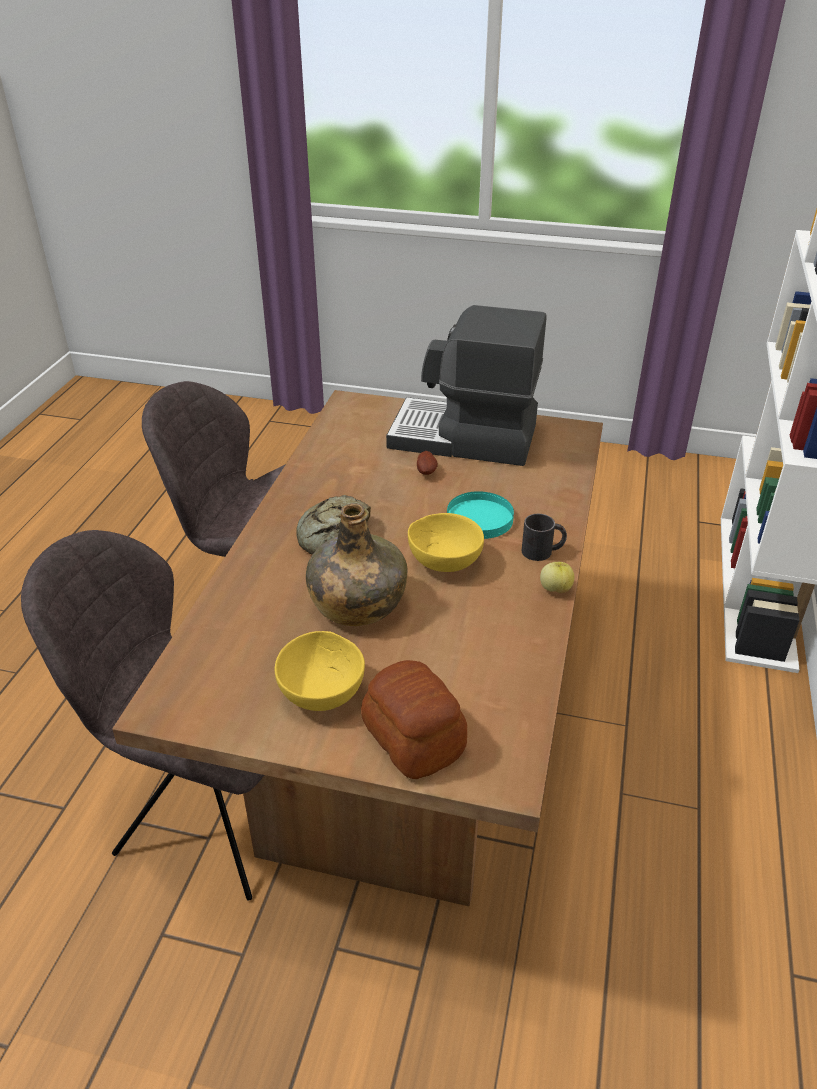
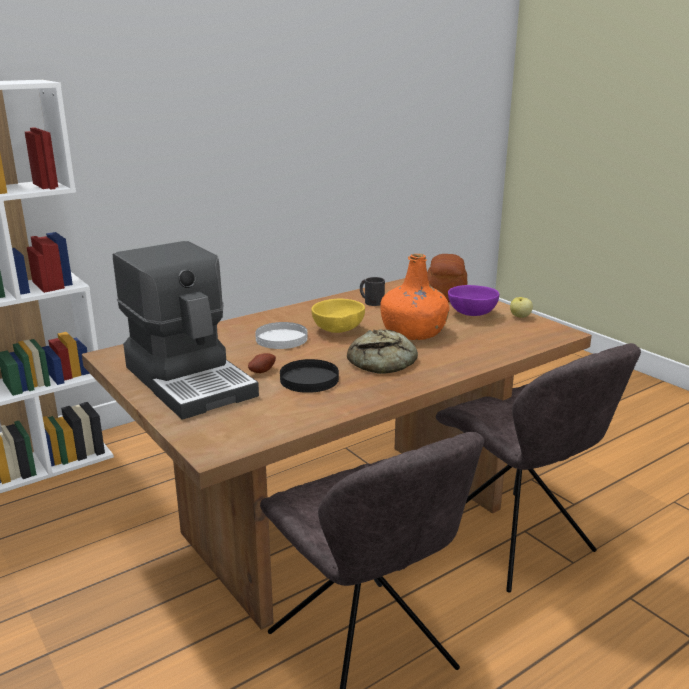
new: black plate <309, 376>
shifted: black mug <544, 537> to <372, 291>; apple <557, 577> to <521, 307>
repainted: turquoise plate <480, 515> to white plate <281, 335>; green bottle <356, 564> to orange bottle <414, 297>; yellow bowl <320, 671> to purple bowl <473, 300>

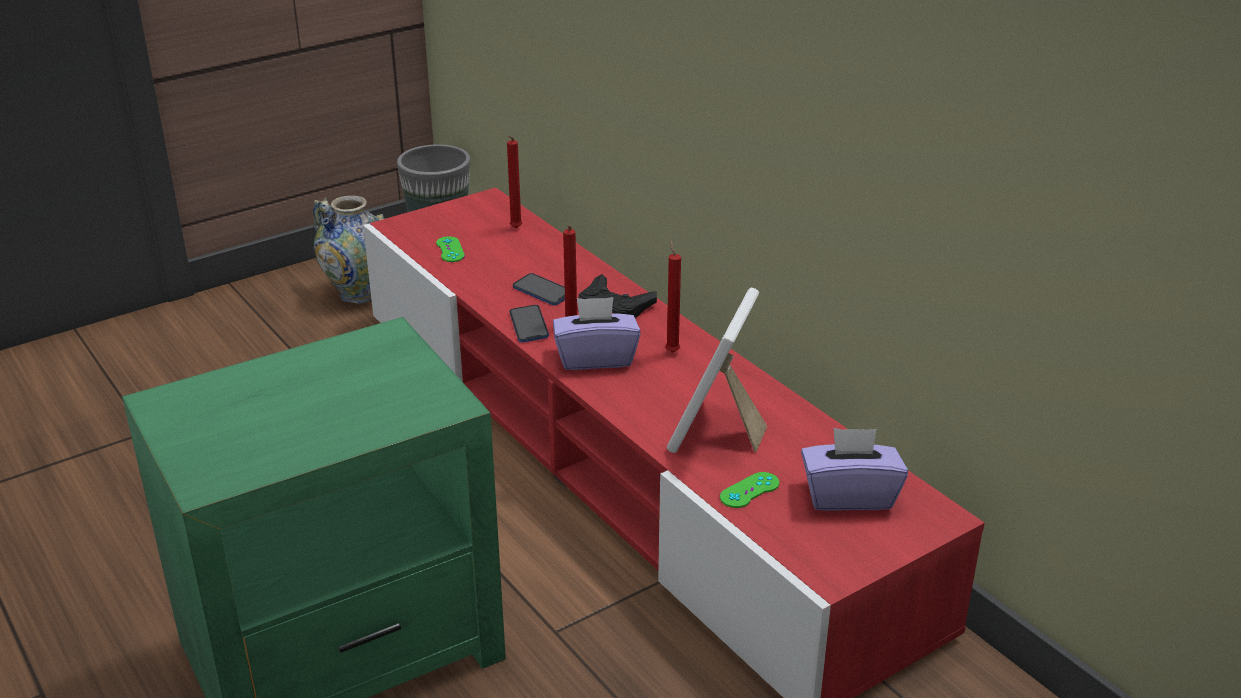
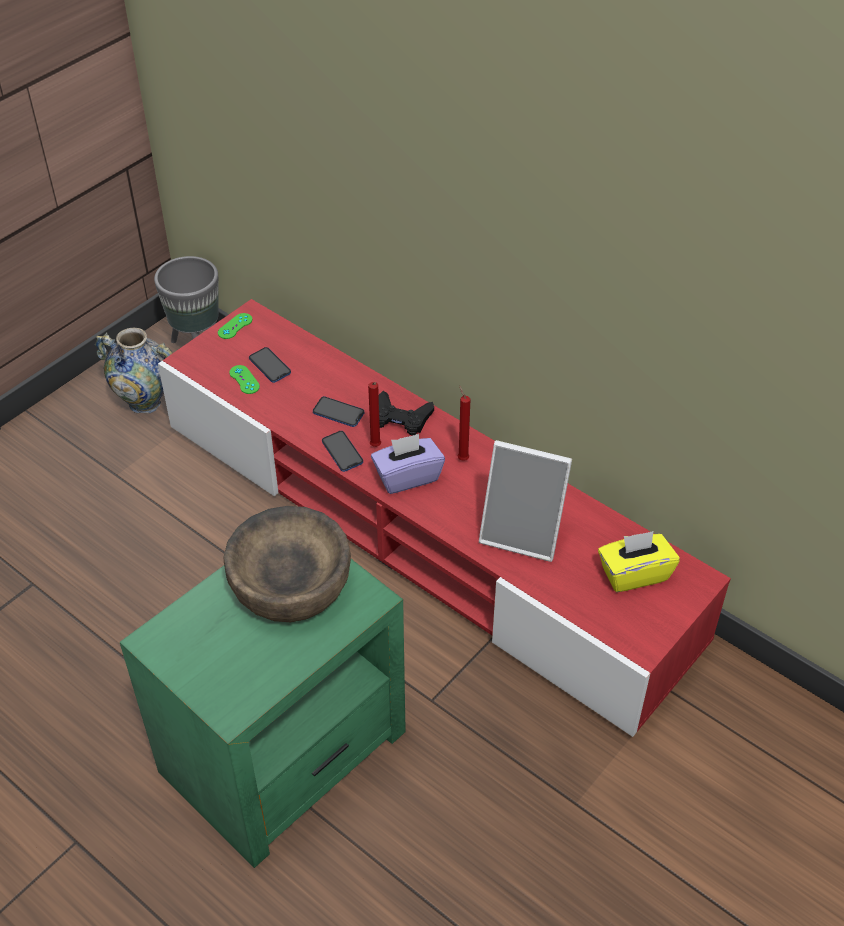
gone: red candle <514, 182>
new: phone <270, 365>; brown bowl <287, 564>
shifted: green game controller <749, 490> to <235, 326>
repainted: purple tissue box <854, 469> to yellow tissue box <639, 561>
rotated: picture frame <717, 370> = <525, 501> 75 degrees counterclockwise

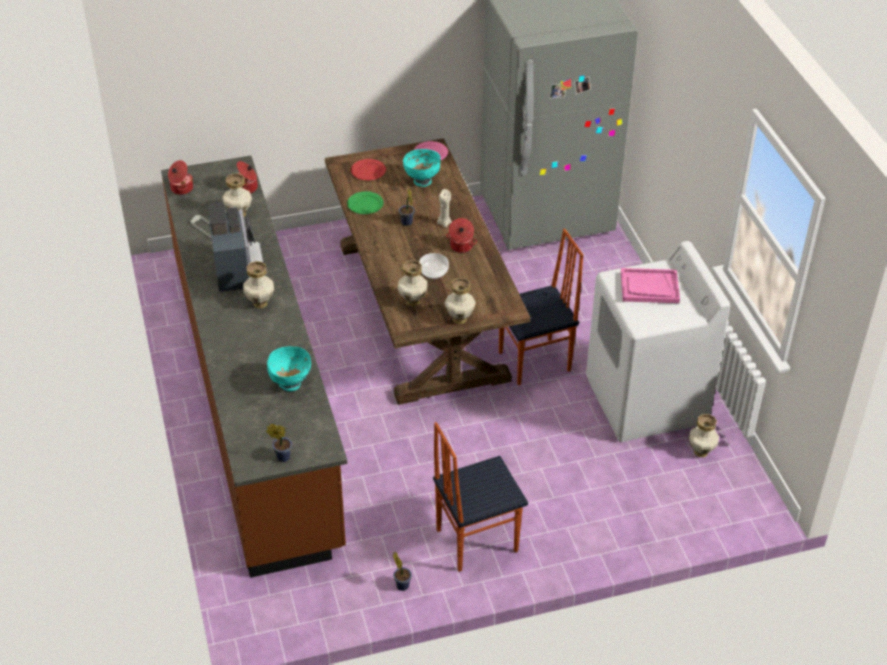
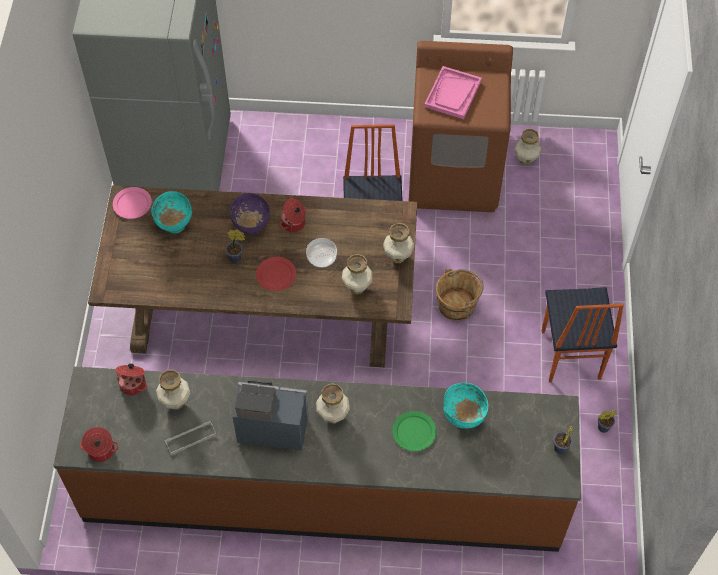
new: brown bucket <459, 295>
shifted: red plate <368, 169> to <276, 274>; green plate <365, 202> to <414, 431>
swapped: beige candle <444, 208> to purple bowl <250, 214>
repainted: white washing machine <658, 341> to brown washing machine <461, 126>

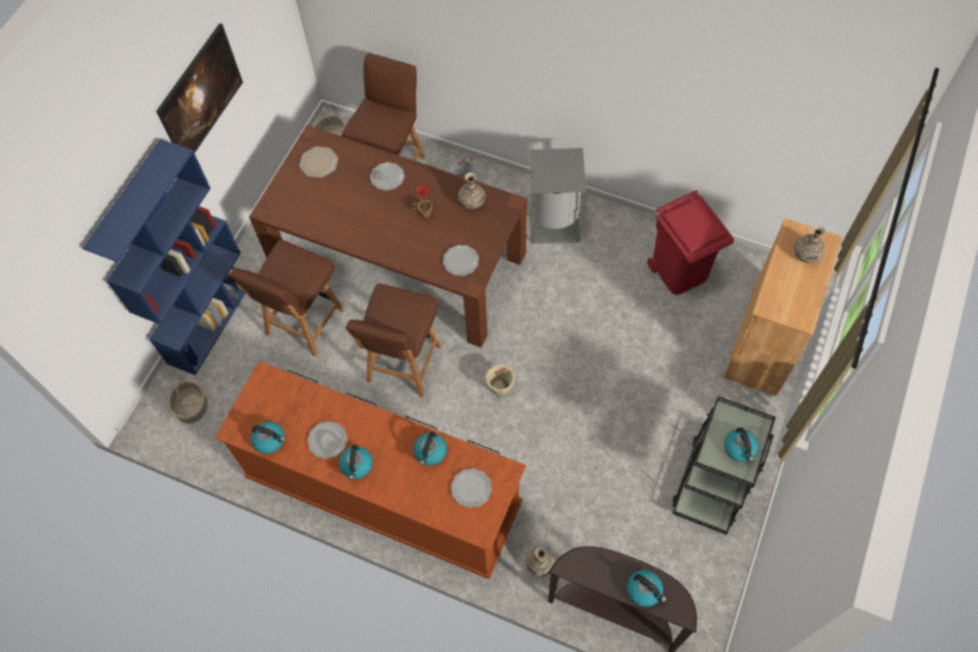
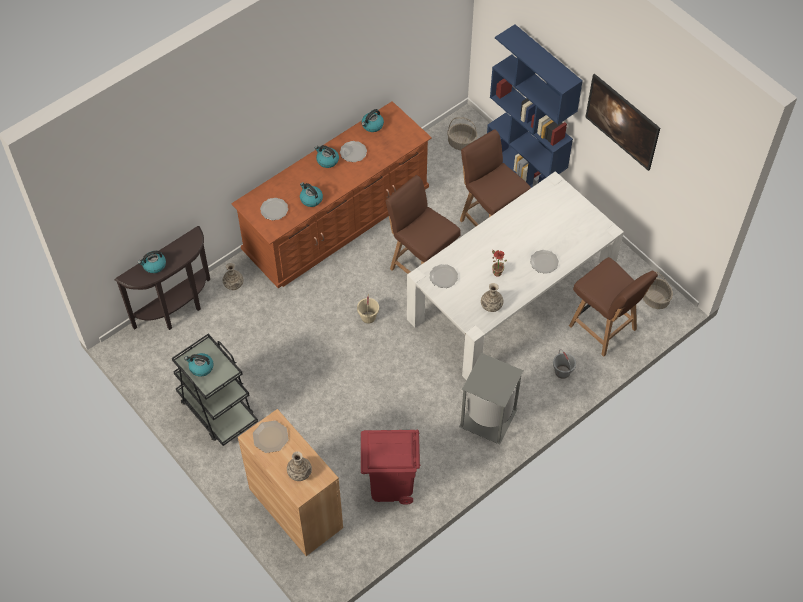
shifted: plate <318, 162> to <270, 437>
repainted: brown dining table <388, 236> to white dining table <515, 275>

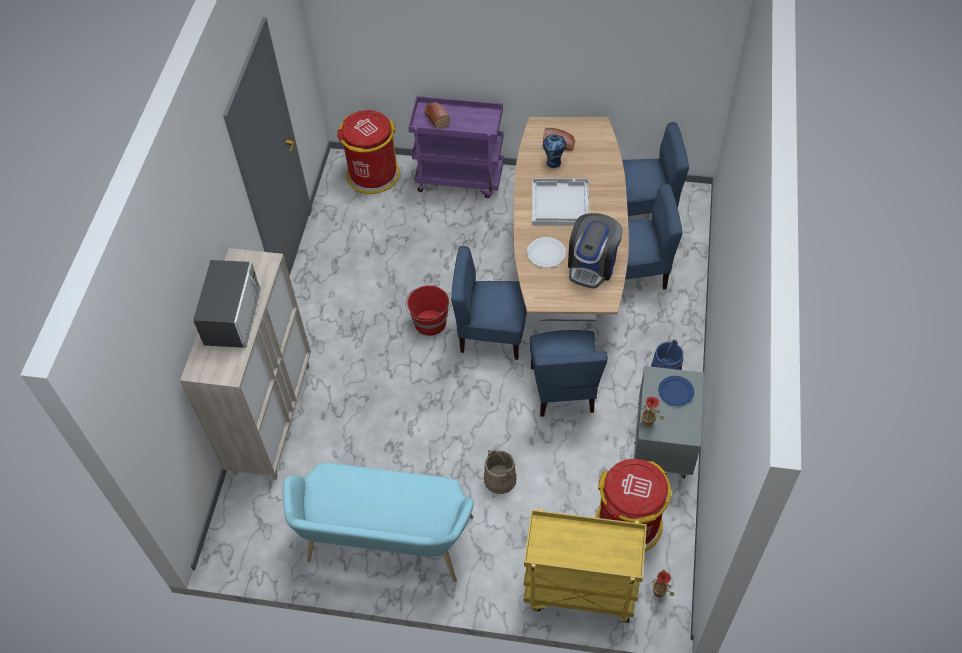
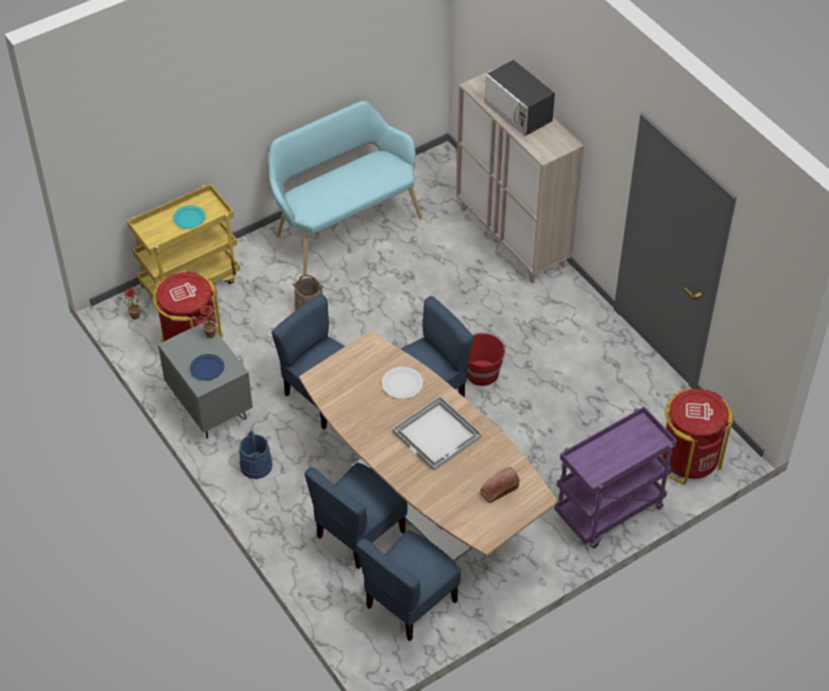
gone: bread <437, 115>; vase <554, 151>; coffee machine <595, 251>
new: turquoise plate <189, 217>

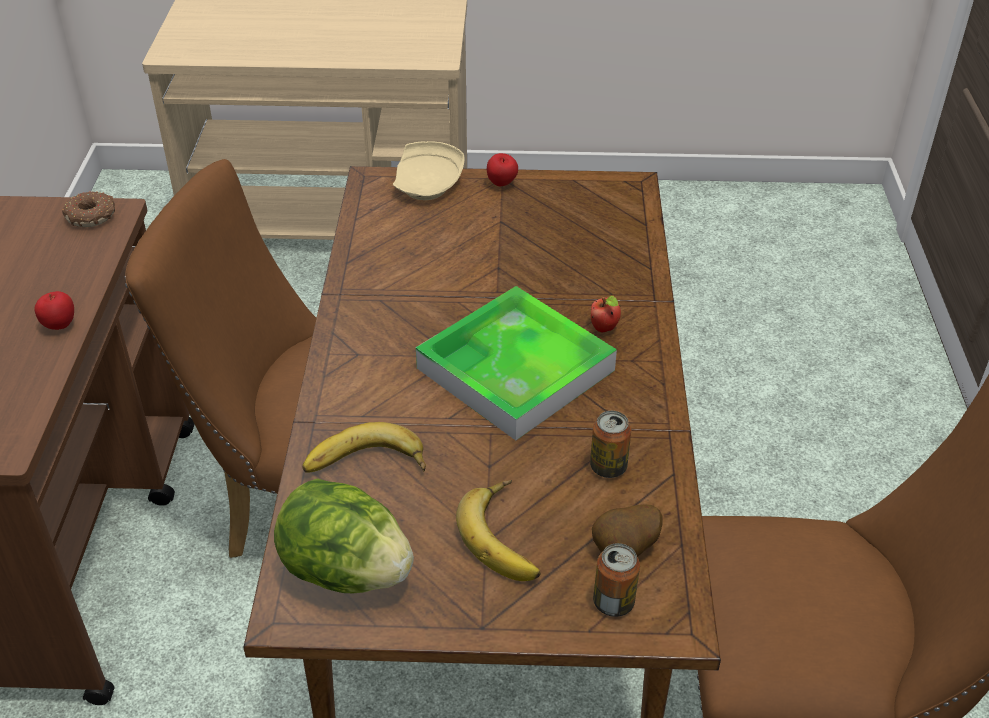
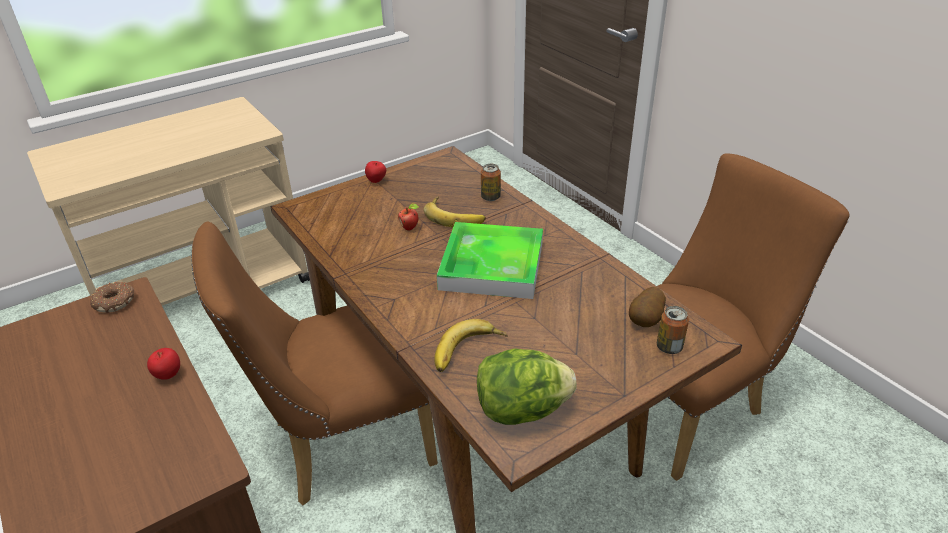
gone: beige plate <428, 170>
shifted: apple <606, 313> to <408, 217>; can <610, 444> to <491, 182>; banana <498, 530> to <455, 212>

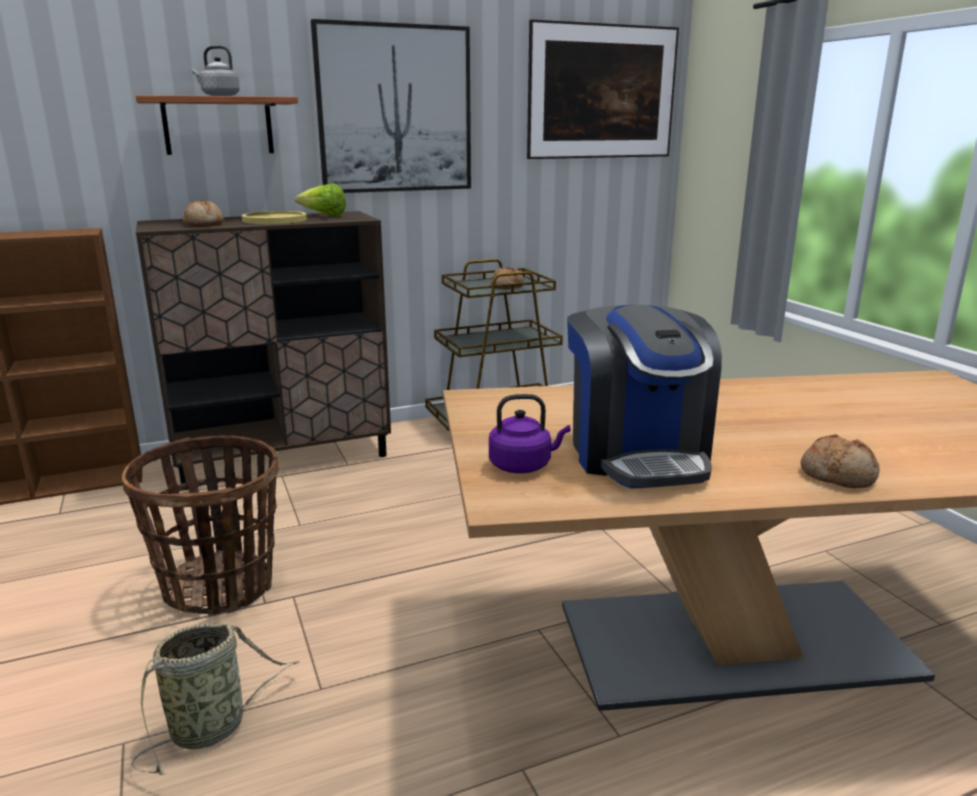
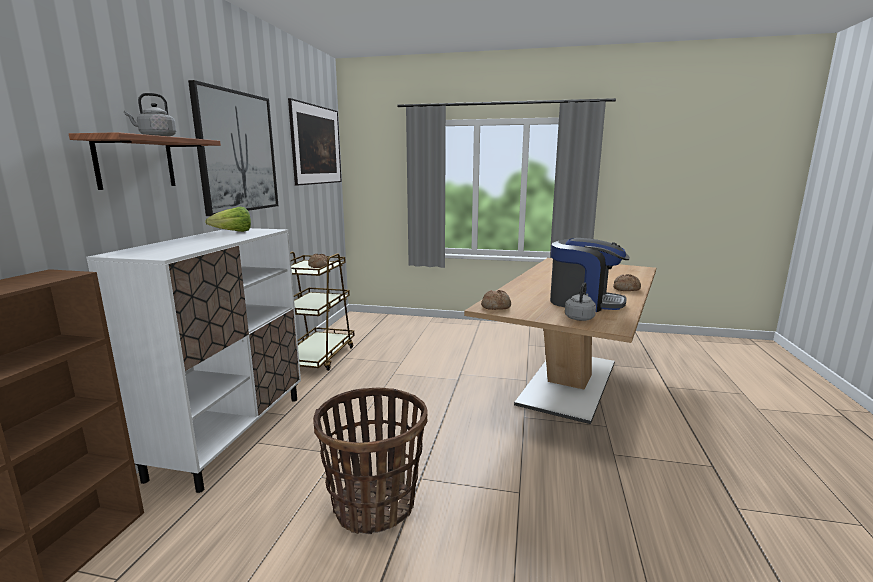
gone: yellow plate <274, 217>; basket <215, 699>
shifted: bread <203, 213> to <496, 300>
repainted: brown cabinet <263, 350> to white cabinet <193, 360>; purple kettle <530, 433> to grey kettle <580, 301>

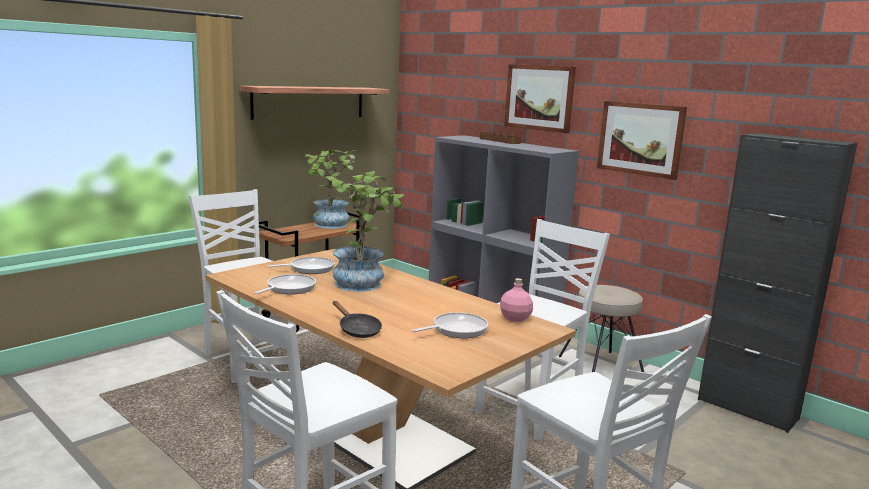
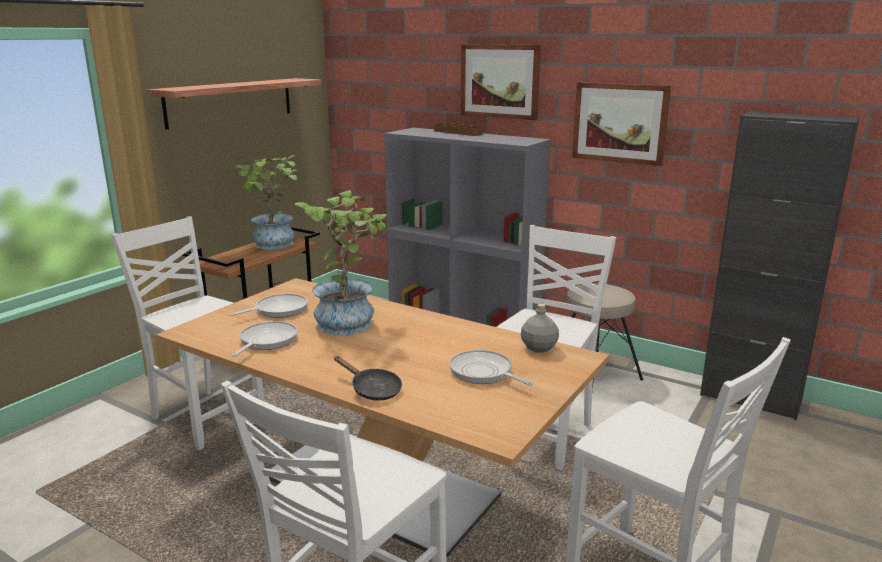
repainted: pink bottle <516, 300> to grey bottle <540, 328>
rotated: frying pan <450, 325> = <491, 368> 90 degrees counterclockwise

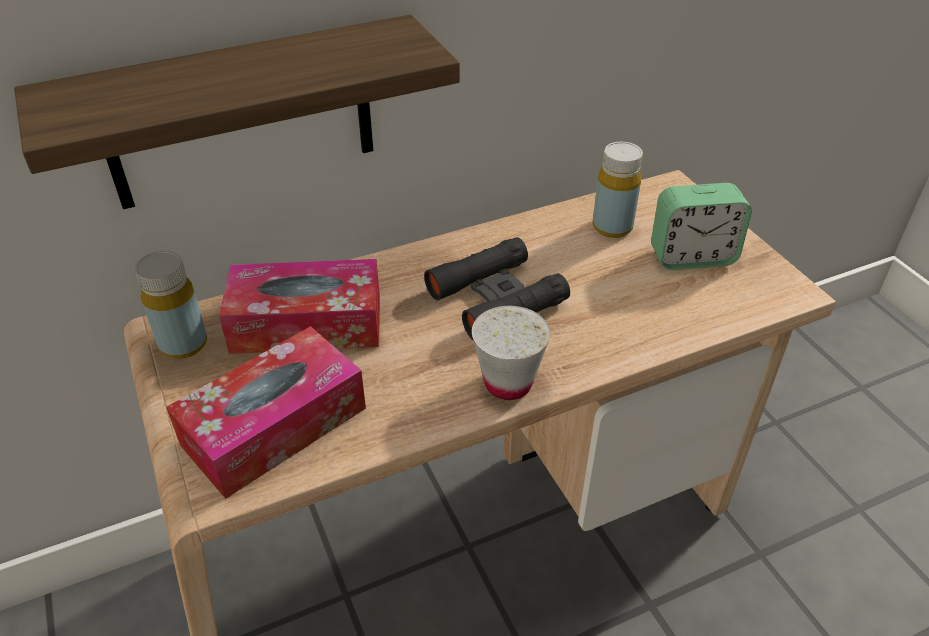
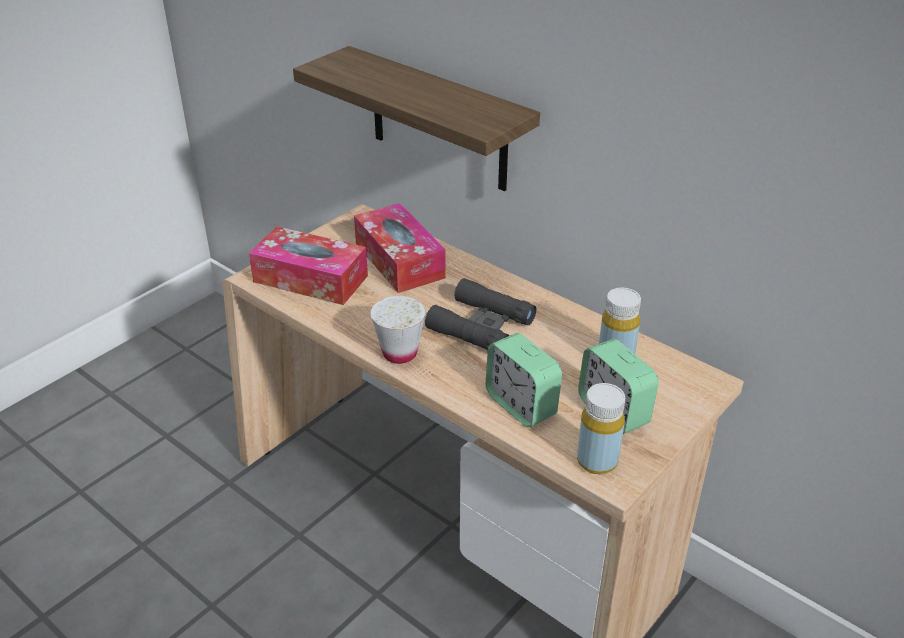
new: alarm clock <524, 380>
shifted: yellow bottle <171, 305> to <601, 428>

